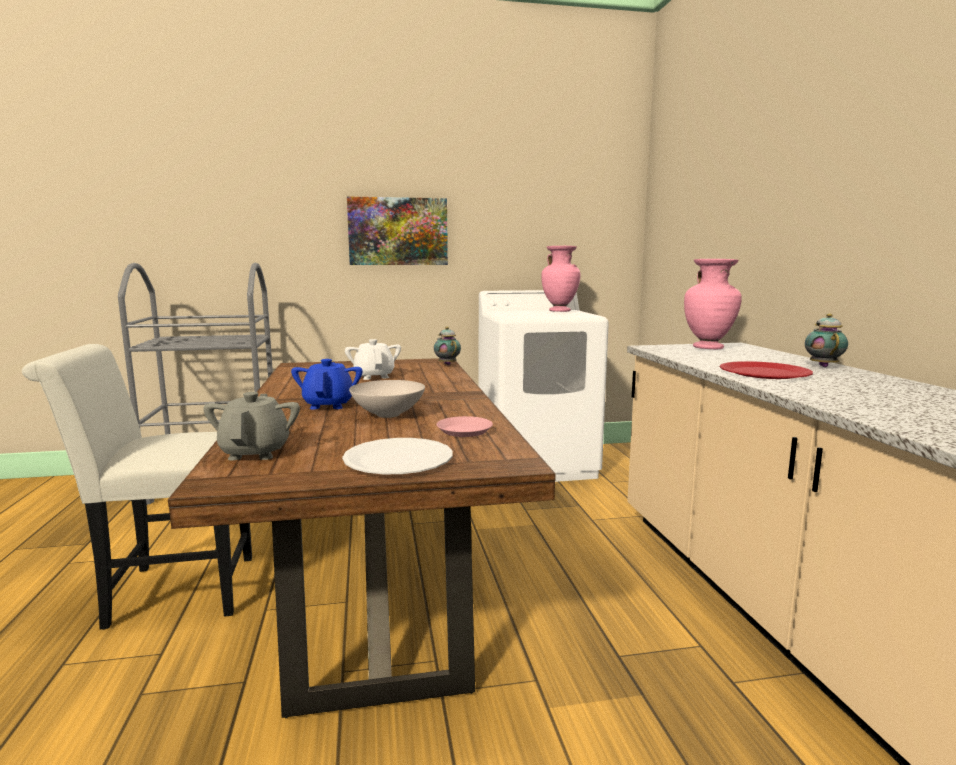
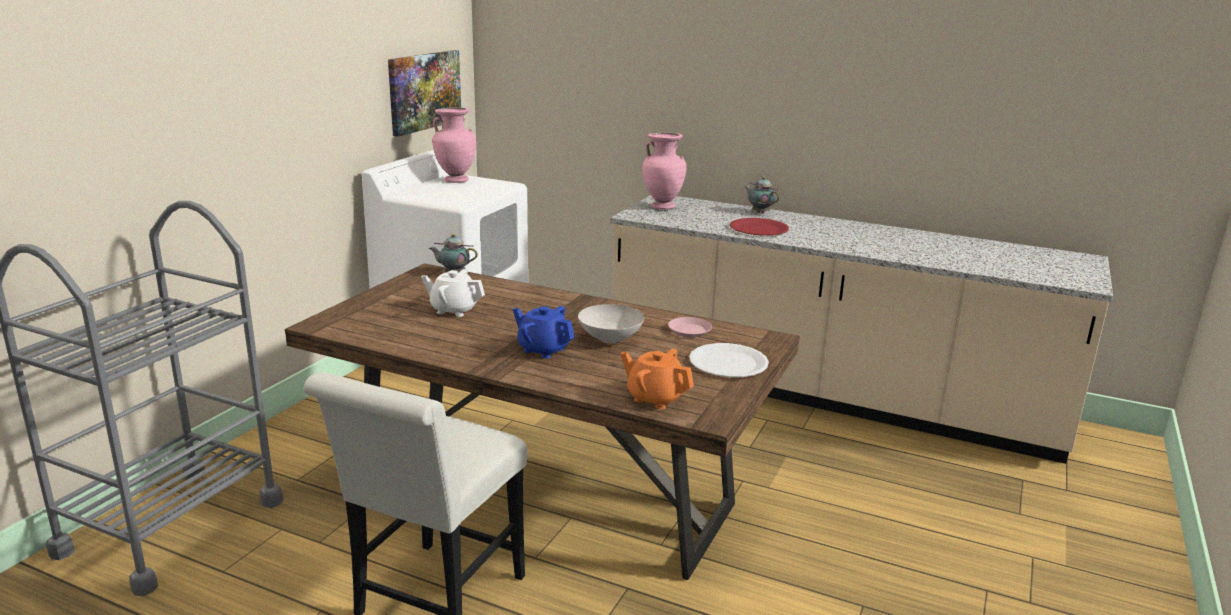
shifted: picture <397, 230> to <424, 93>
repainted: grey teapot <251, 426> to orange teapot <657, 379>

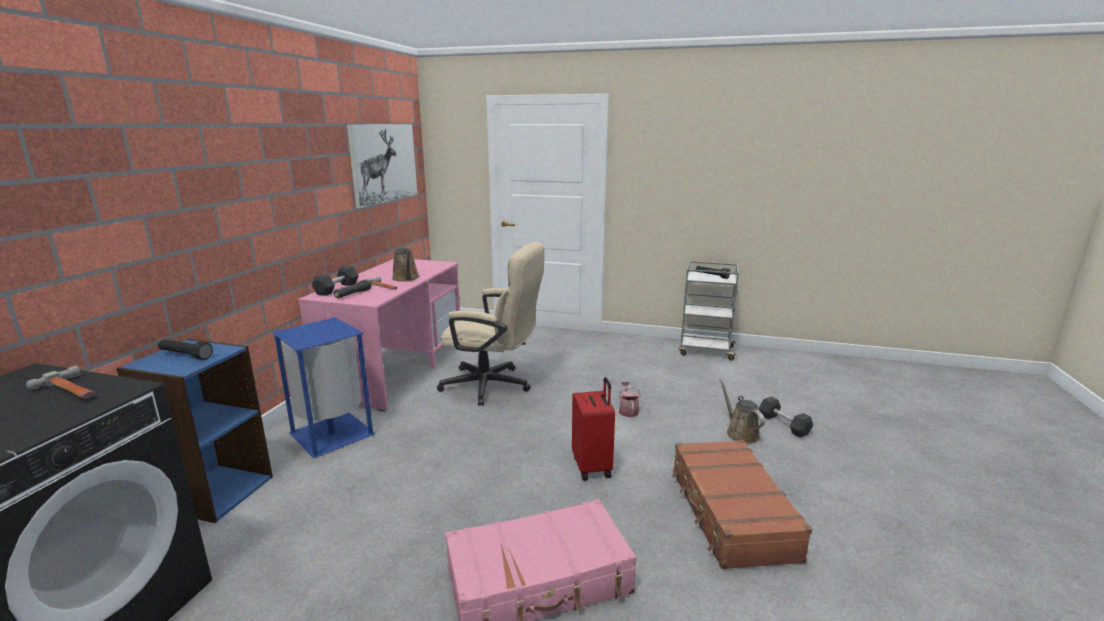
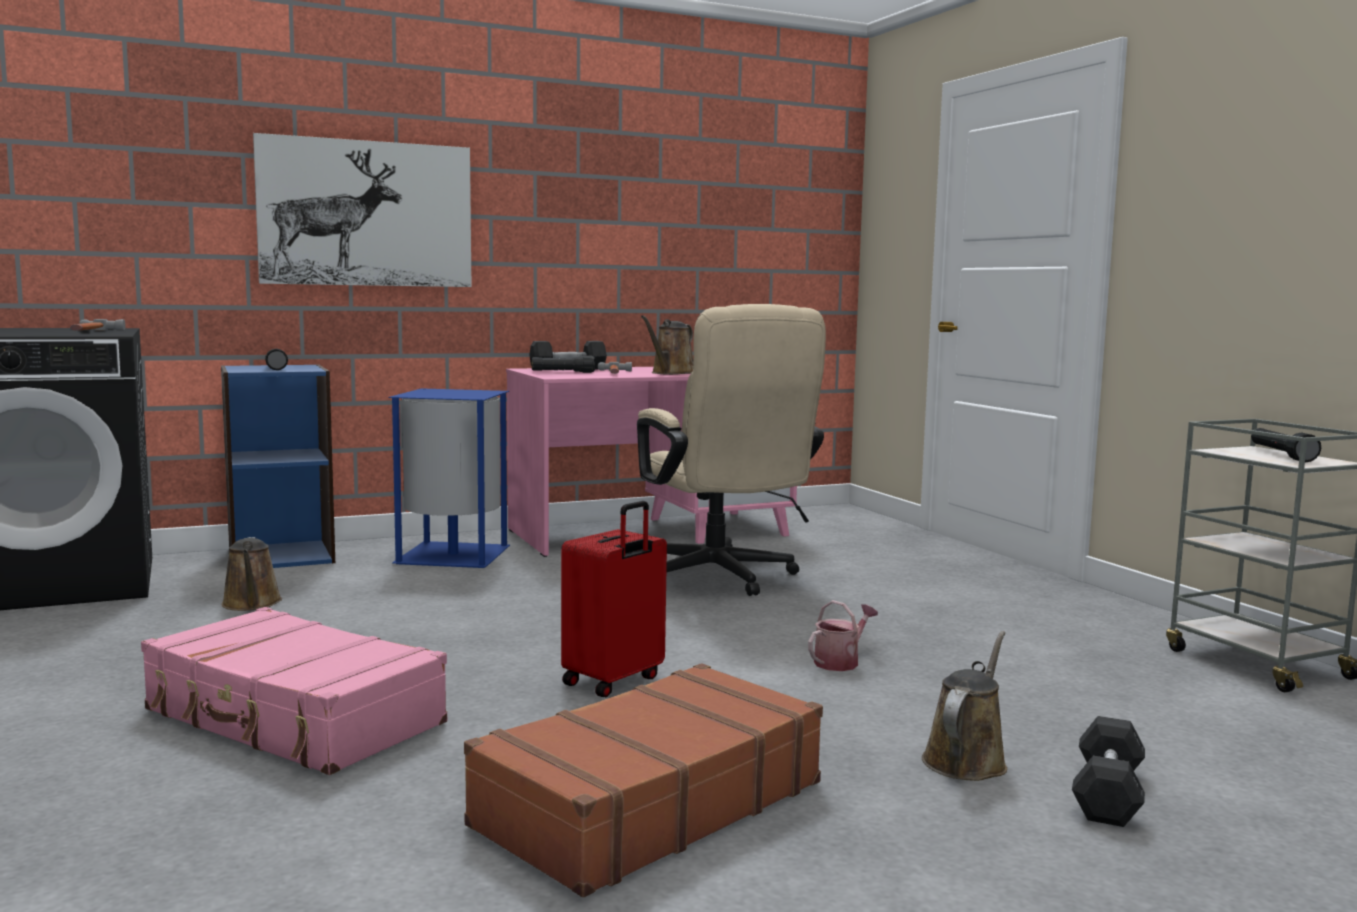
new: brown watering can <251, 574>
shifted: picture <382, 166> to <362, 210>

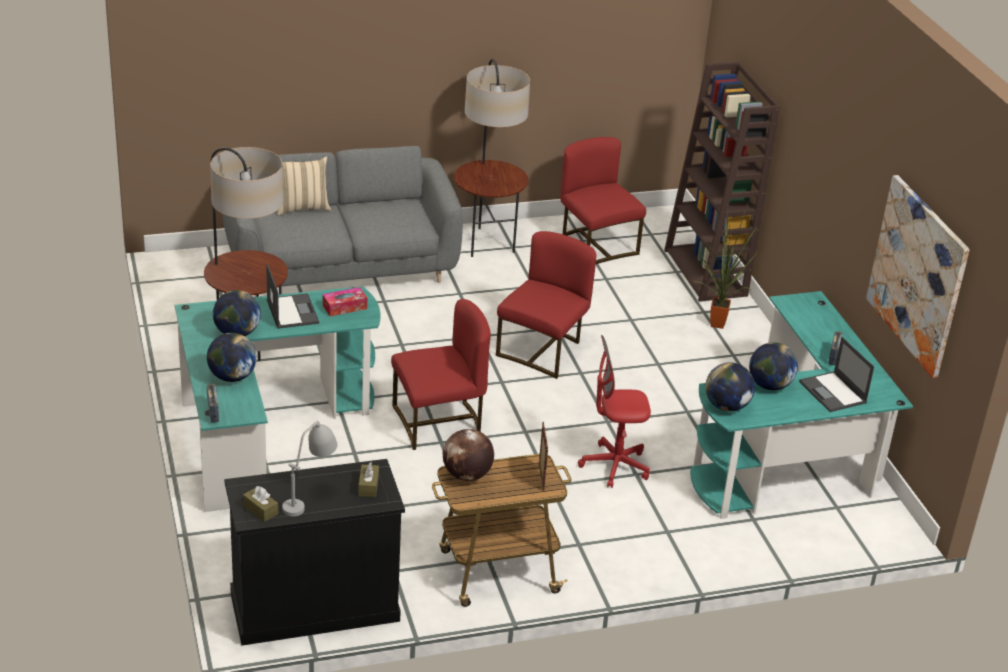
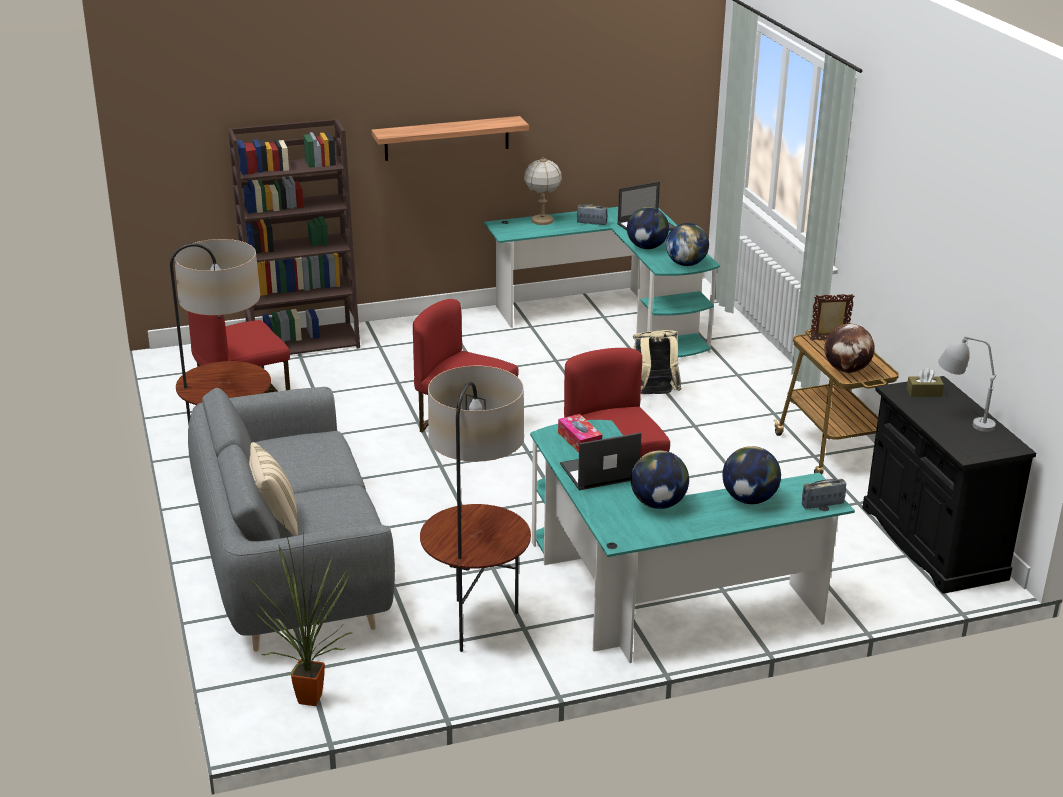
gone: picture <918, 276>; brown tissue box <260, 504>
new: shelf <450, 138>; table lamp <543, 191>
shifted: potted plant <726, 265> to <302, 612>
swapped: red office chair <614, 411> to beige backpack <657, 362>

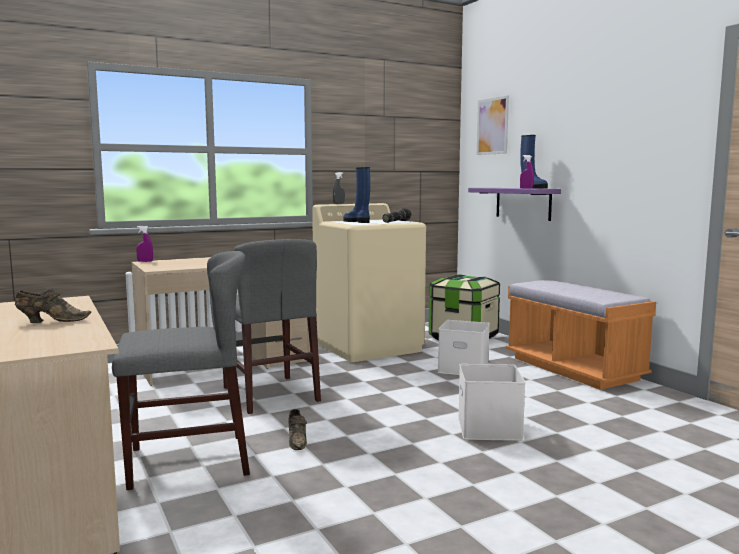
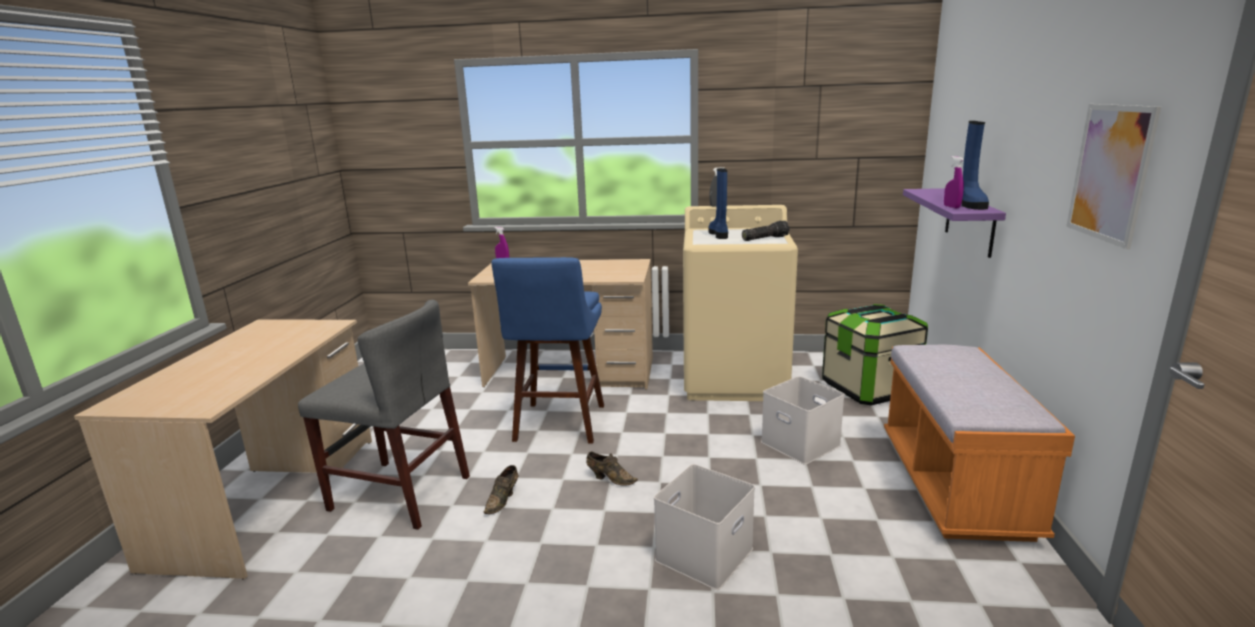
shifted: picture <493, 125> to <1113, 176>; brown shoe <53, 305> to <612, 469>
swapped: grey chair <272, 326> to blue stool <547, 350>

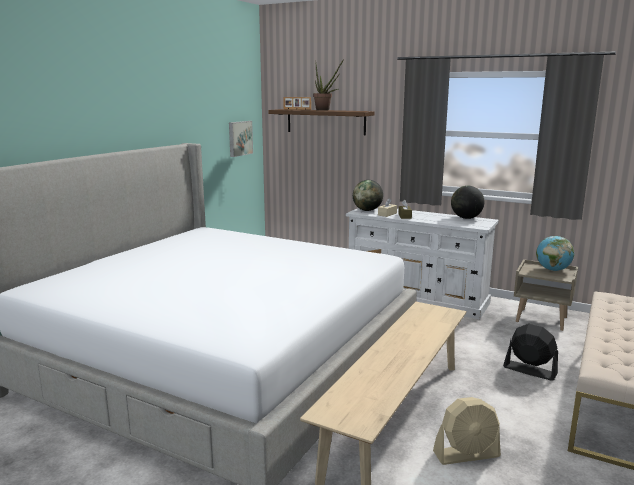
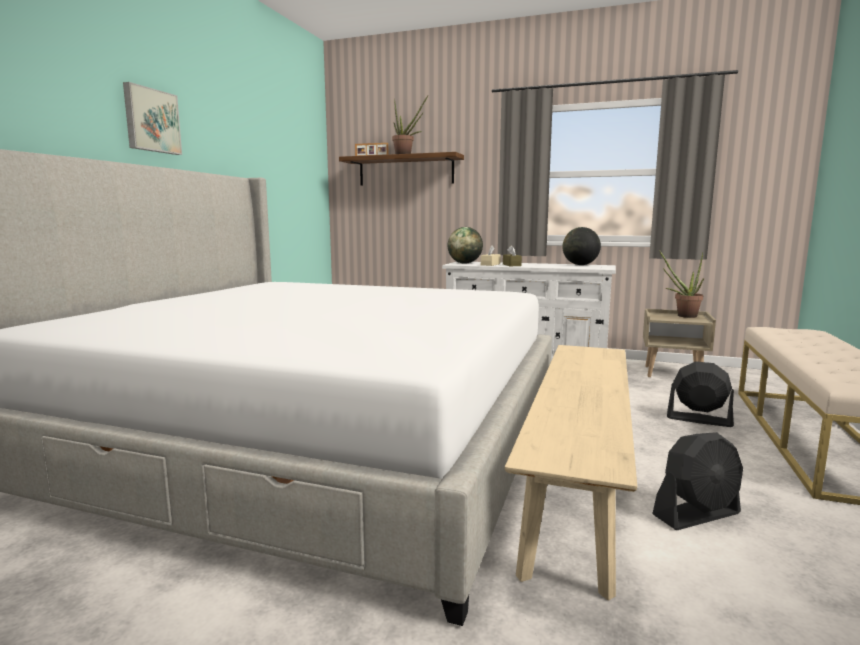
shifted: picture <241, 139> to <152, 118>
swapped: globe <555, 253> to potted plant <681, 284>
repainted: beige fan <467, 431> to black fan <697, 481>

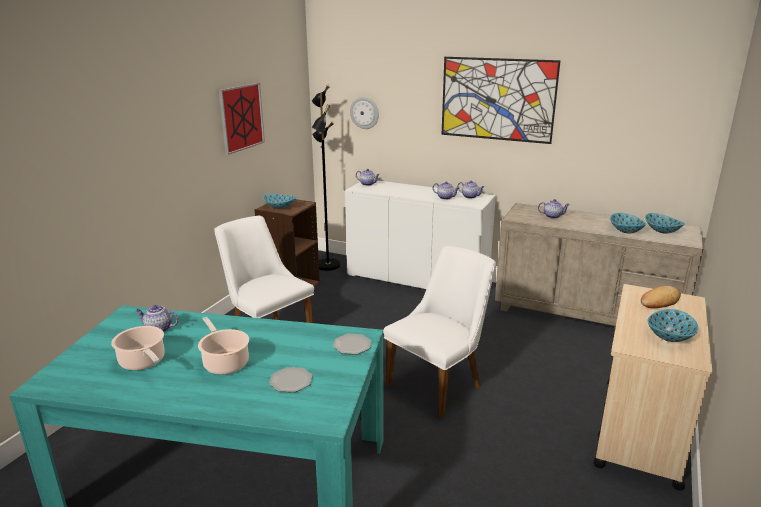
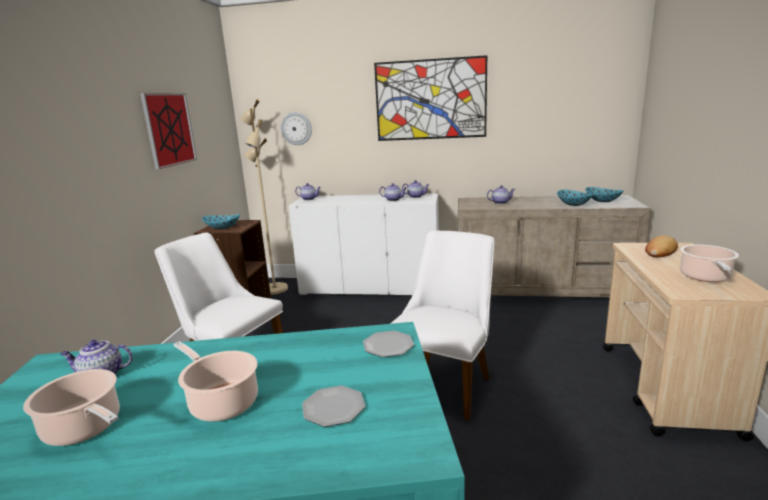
swapped: bowl <672, 325> to cooking pot <709, 263>
repainted: black floor lamp <326, 177> to beige floor lamp <264, 197>

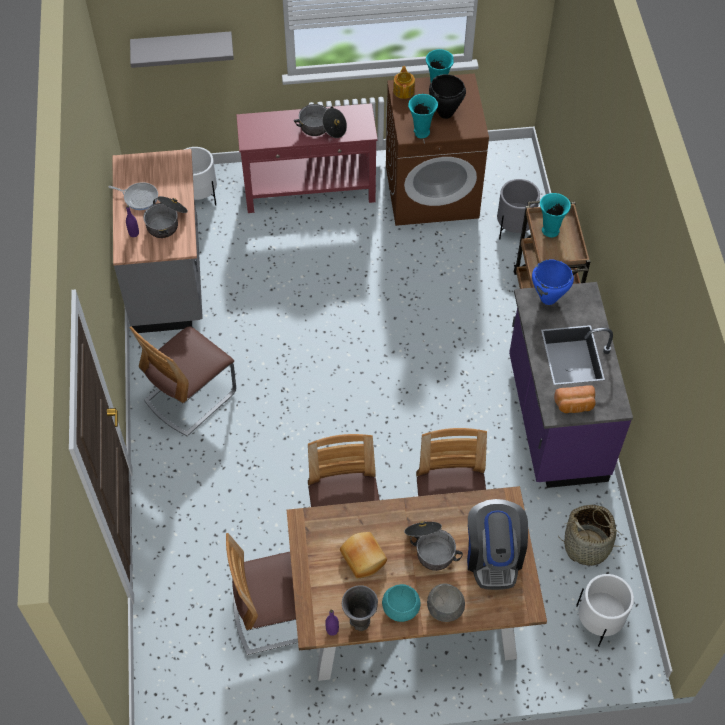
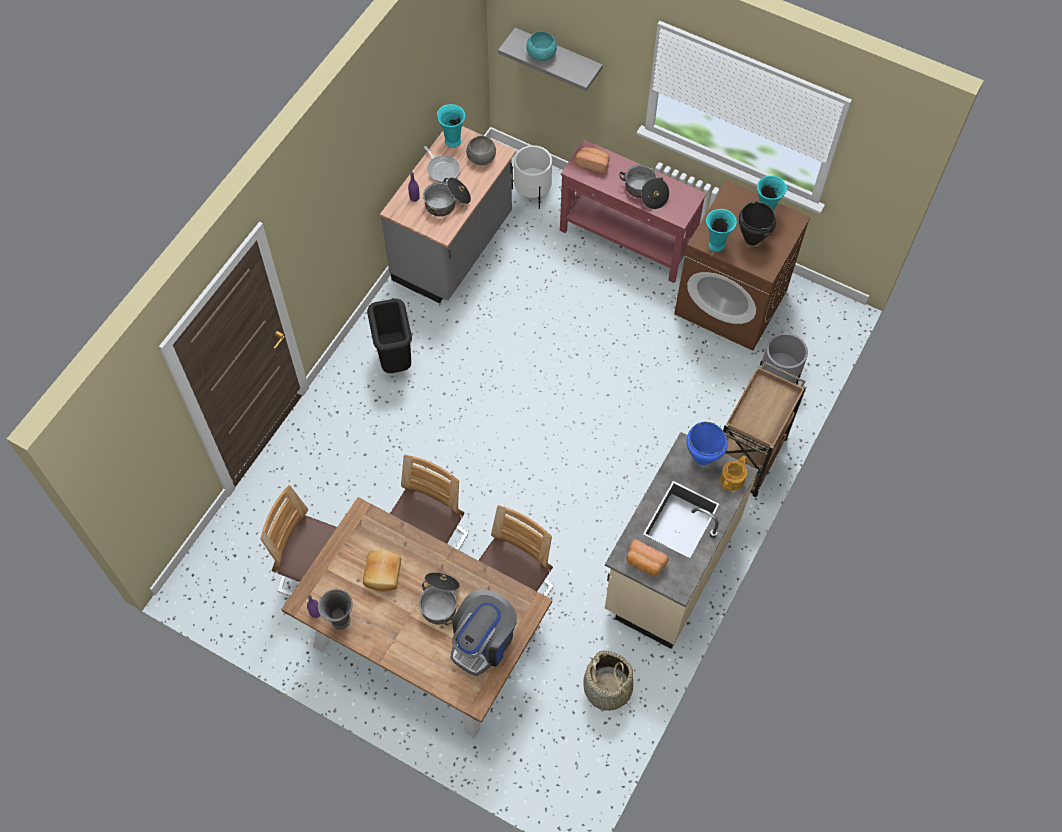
gone: white planter <605, 610>
new: bread <592, 159>
shifted: teapot <404, 82> to <733, 473>; turquoise vase <555, 215> to <451, 126>; grey bowl <446, 602> to <481, 150>; turquoise bowl <401, 603> to <541, 46>
swapped: chair <183, 381> to black trash can <389, 336>
repainted: purple counter <571, 385> to beige counter <681, 540>

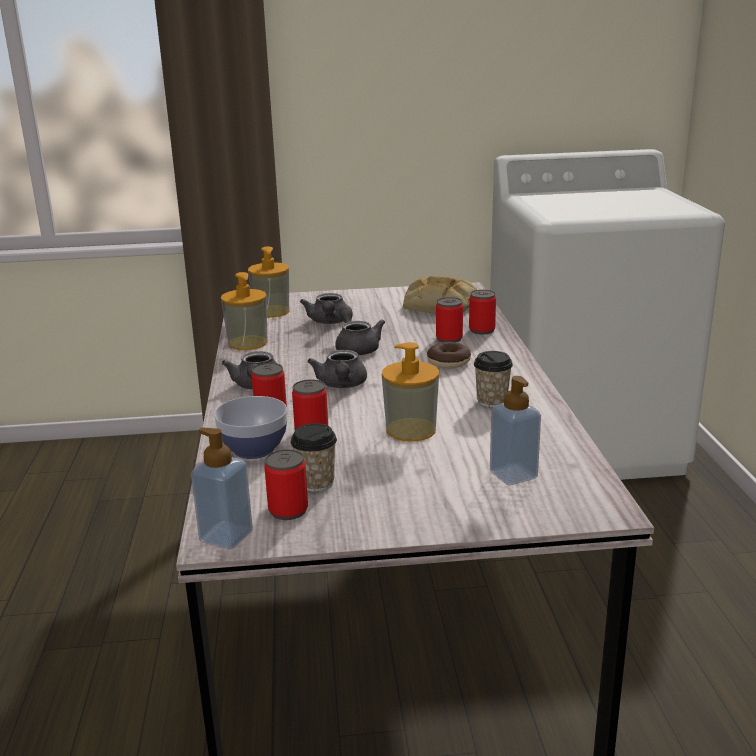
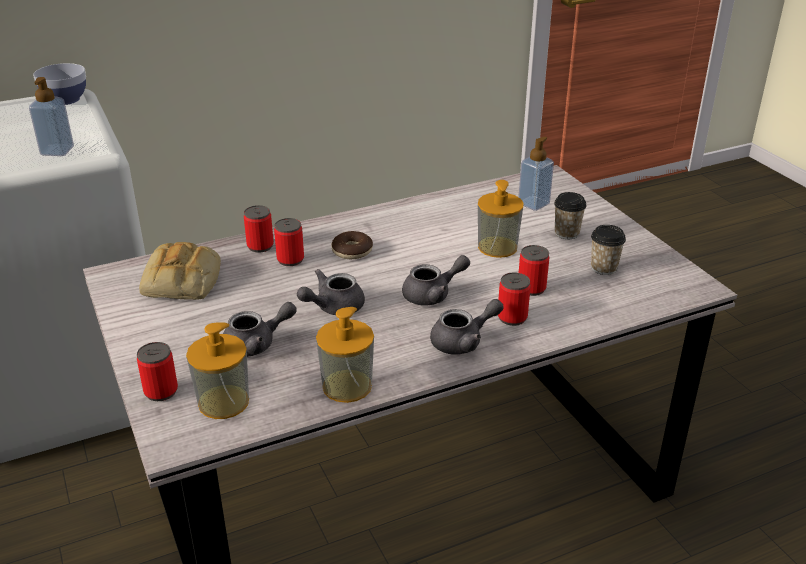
shifted: cup <493, 379> to <570, 215>; bowl <250, 427> to <59, 84>; soap dispenser <222, 488> to <51, 116>; can <286, 484> to <157, 371>

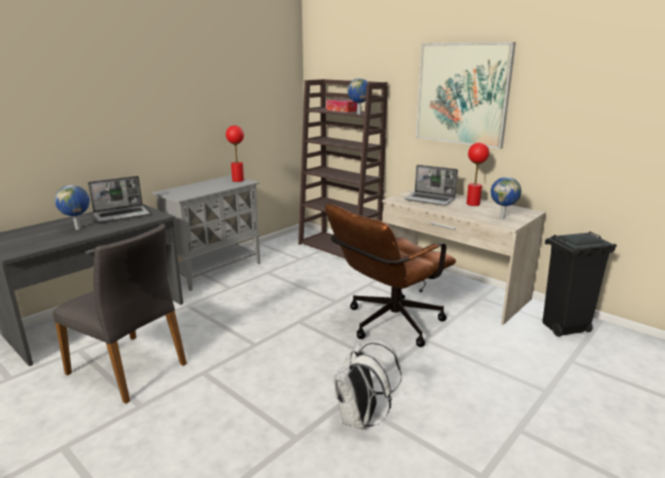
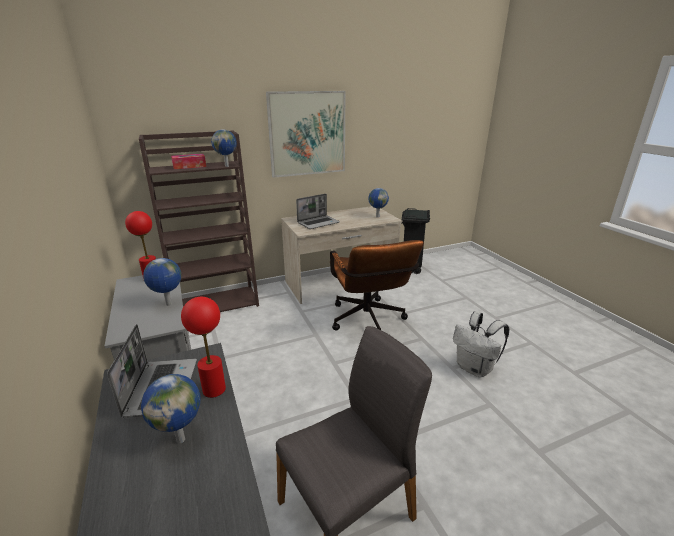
new: globe <162, 282>
shifted: red table lamp <477, 174> to <203, 347>

